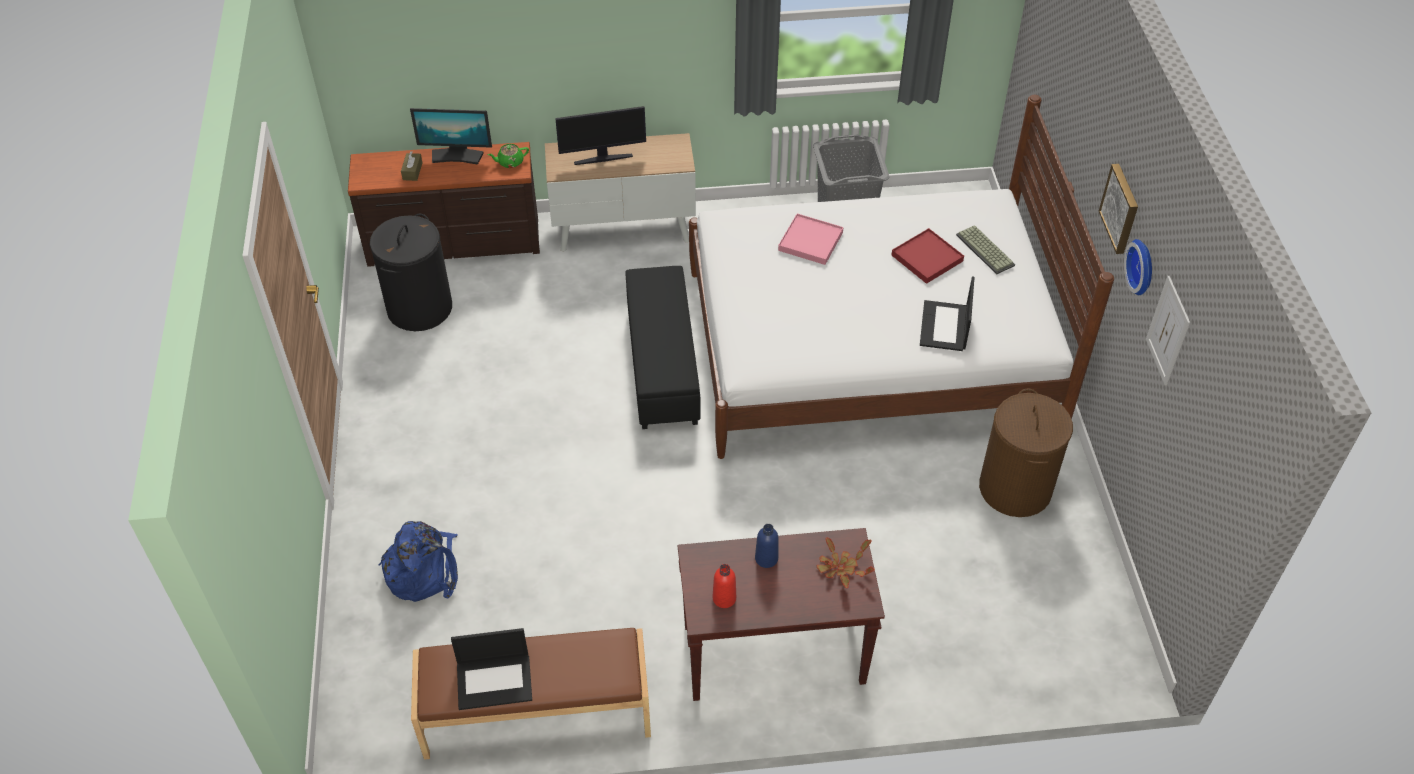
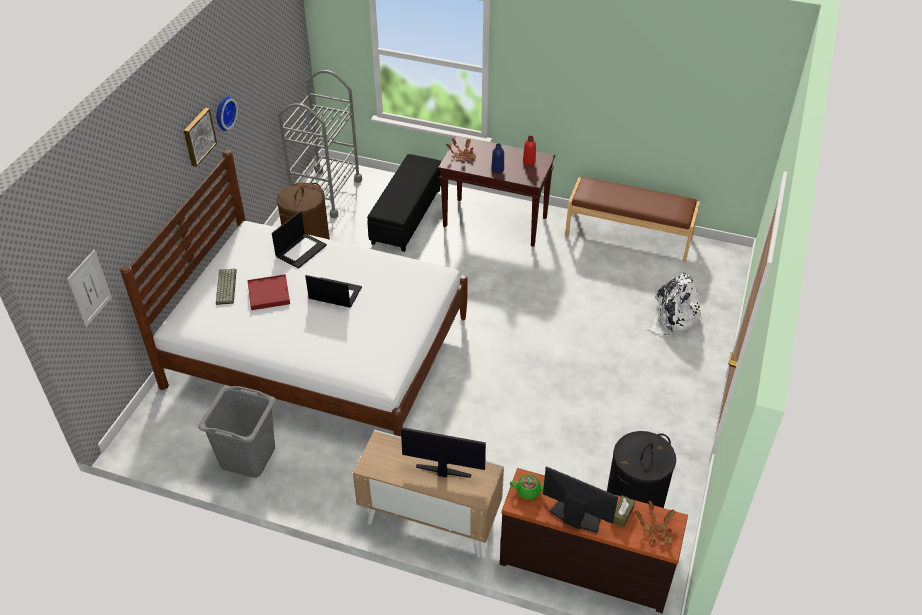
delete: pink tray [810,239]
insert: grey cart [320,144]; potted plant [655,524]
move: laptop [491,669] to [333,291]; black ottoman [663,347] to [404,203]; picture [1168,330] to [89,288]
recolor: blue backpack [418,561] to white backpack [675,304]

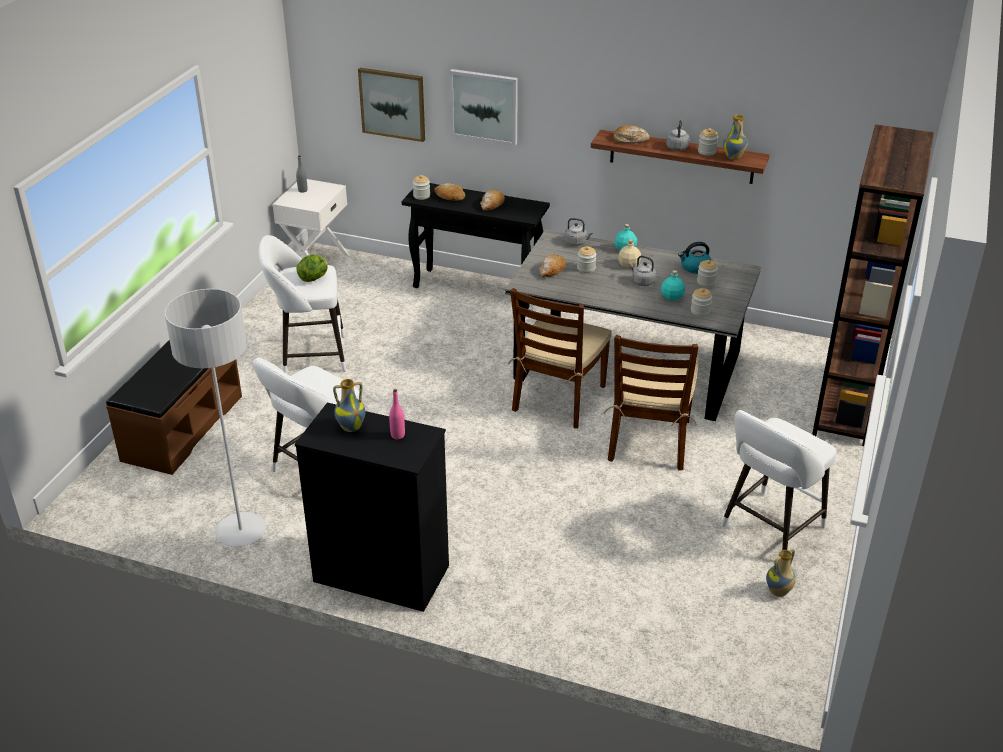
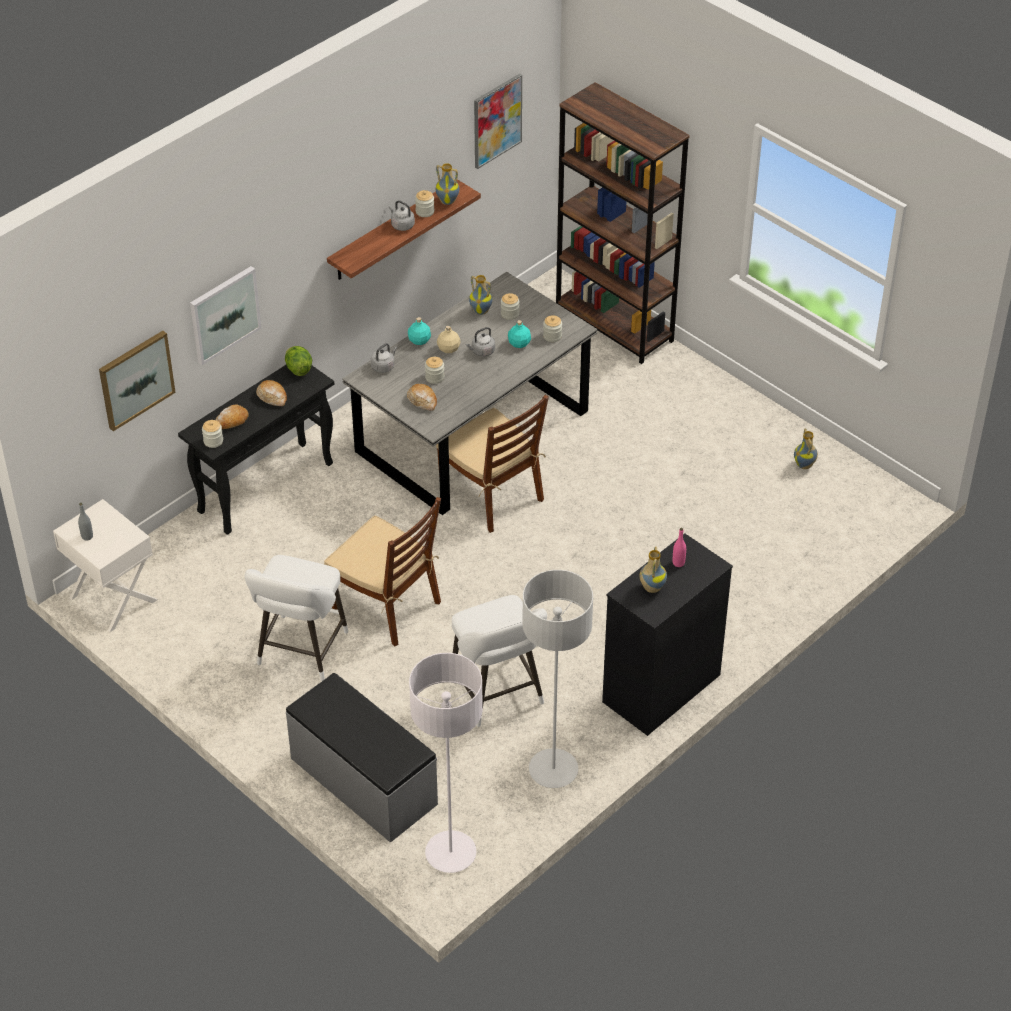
delete: bread [631,134]; white stool [779,480]
insert: white floor lamp [446,763]; picture [498,121]
move: lettuce [312,268] to [298,361]; brown chair [651,402] to [382,572]
replace: kettle [695,258] to vase [481,295]
recolor: brown bench [174,407] to grey bench [362,758]

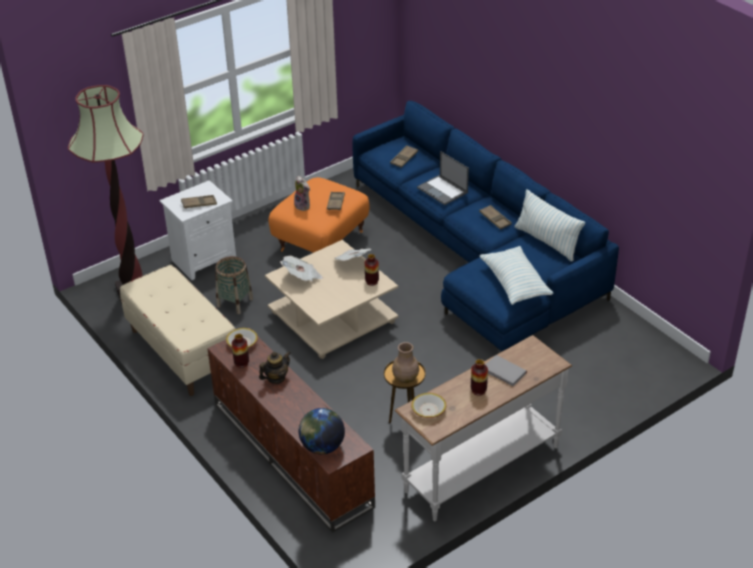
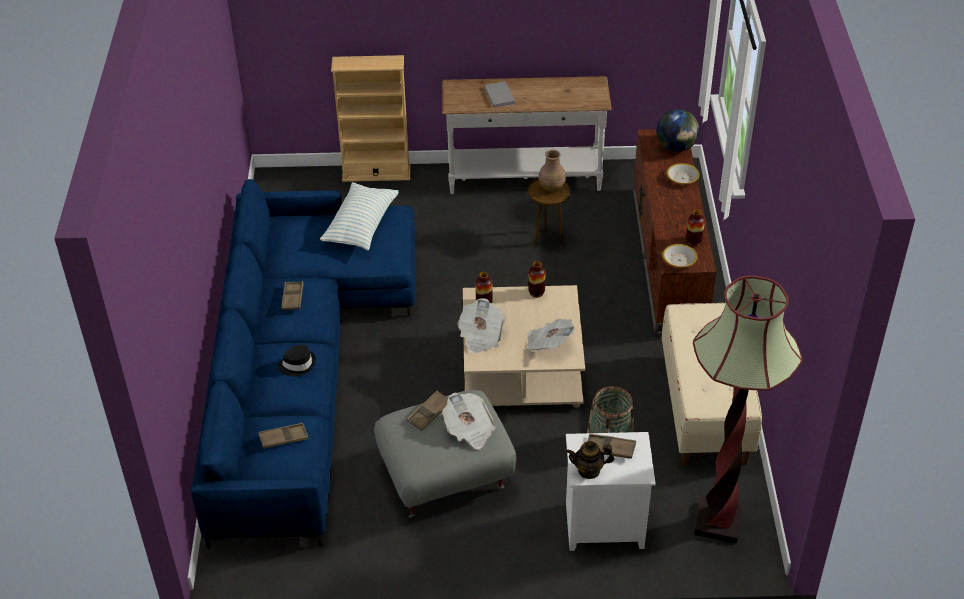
delete: pillow [550,225]
insert: beige bookcase [371,118]
move: teapot [275,368] to [590,460]; bowl [428,405] to [683,174]; vase [479,377] to [537,279]
replace: plush toy [301,193] to newspaper [469,421]; laptop [443,178] to black hat [297,361]
recolor: orange ottoman [319,215] to grey ottoman [445,454]

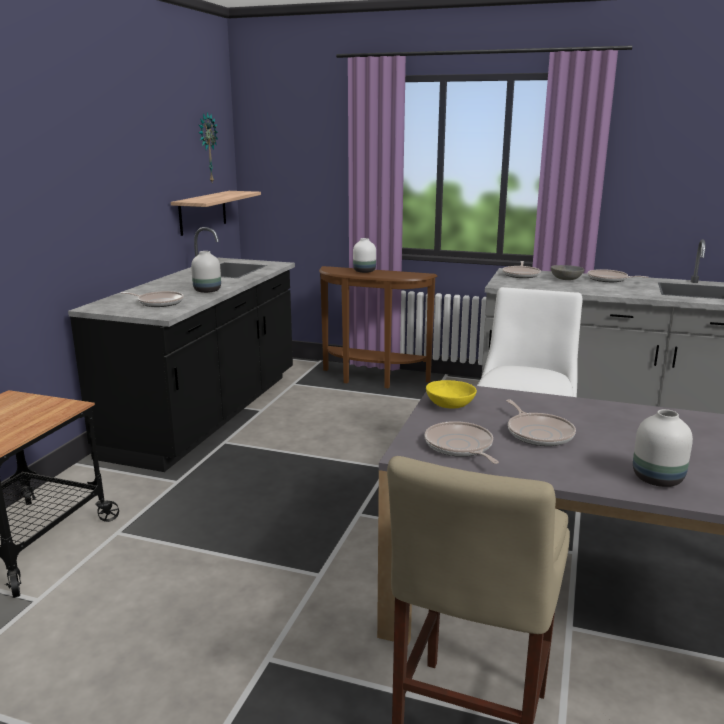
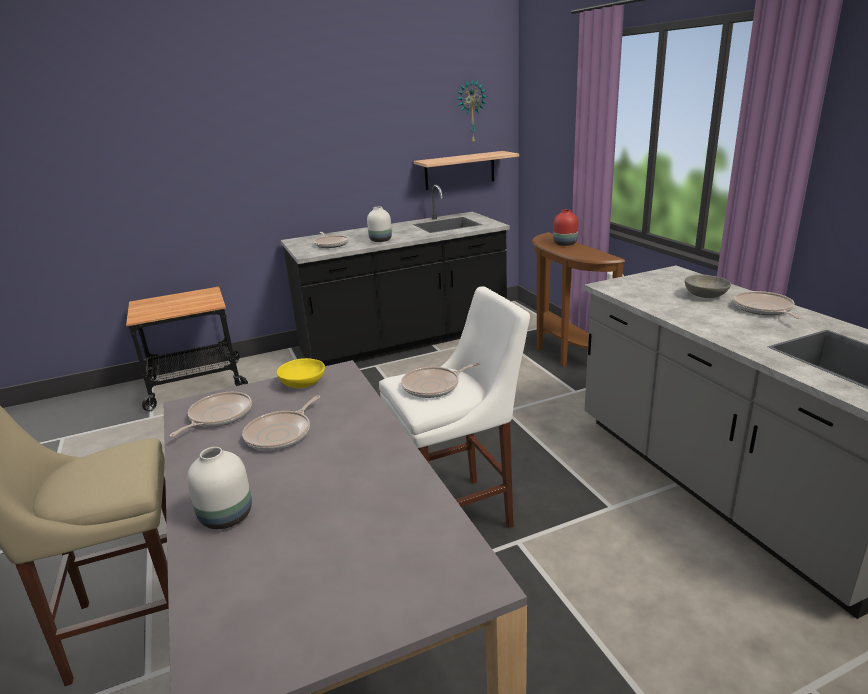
move: frying pan [521,269] to [440,380]
recolor: white vase [364,255] to red vase [565,227]

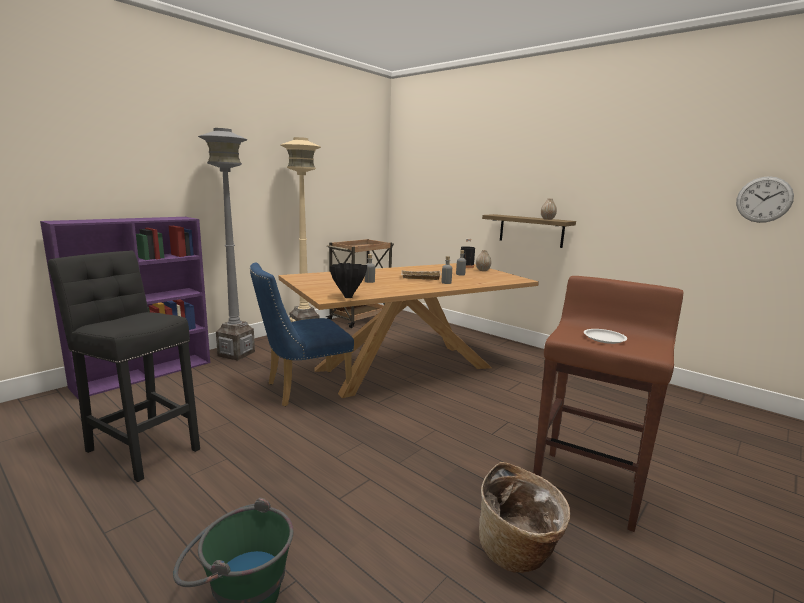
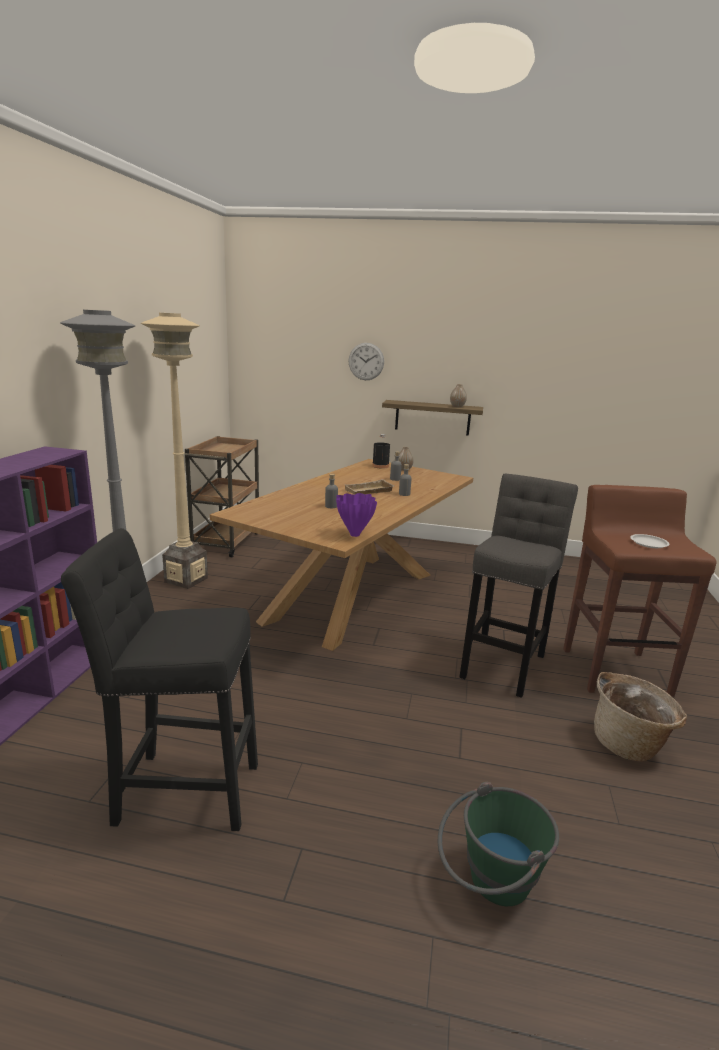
delete: blue chair [302,334]
insert: grey stool [519,585]
move: wall clock [765,199] to [366,361]
recolor: black vase [348,280] to purple vase [356,515]

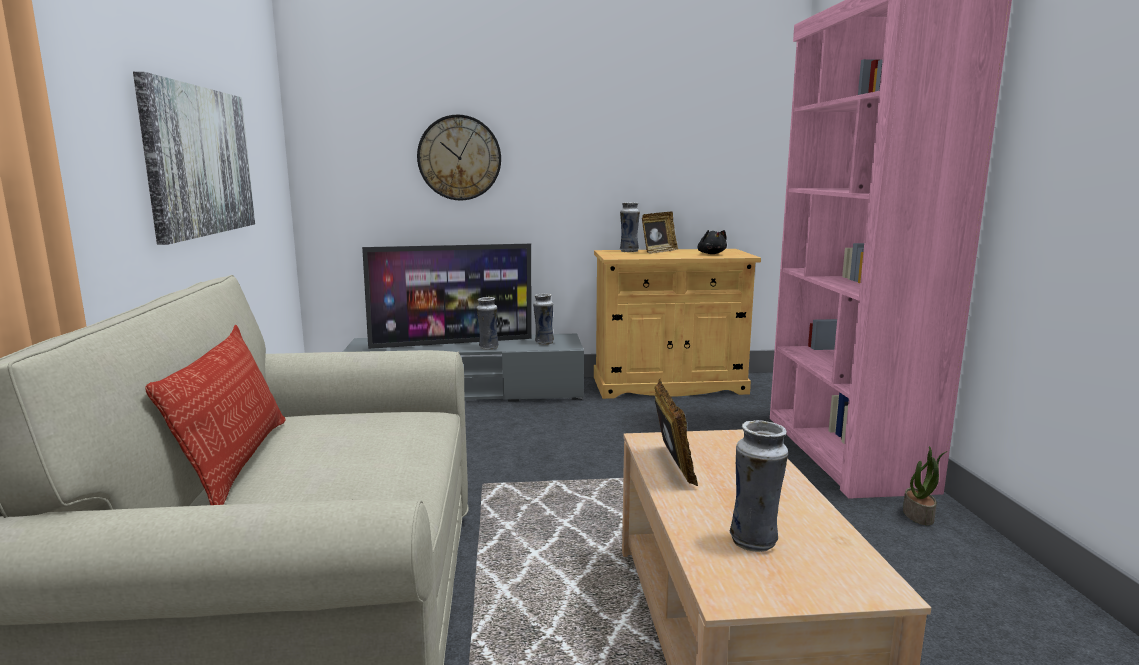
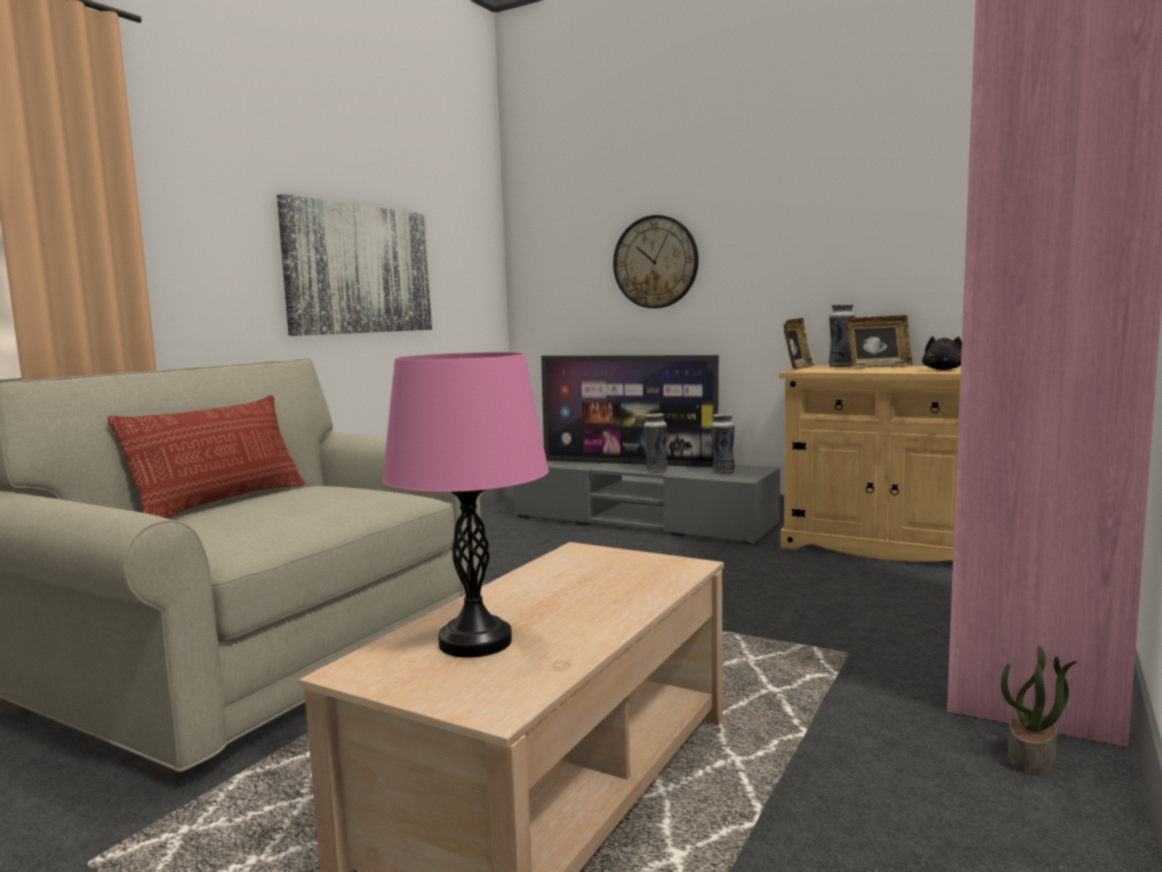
move: picture frame [676,432] to [798,344]
replace: vase [759,486] to pink table lamp [465,505]

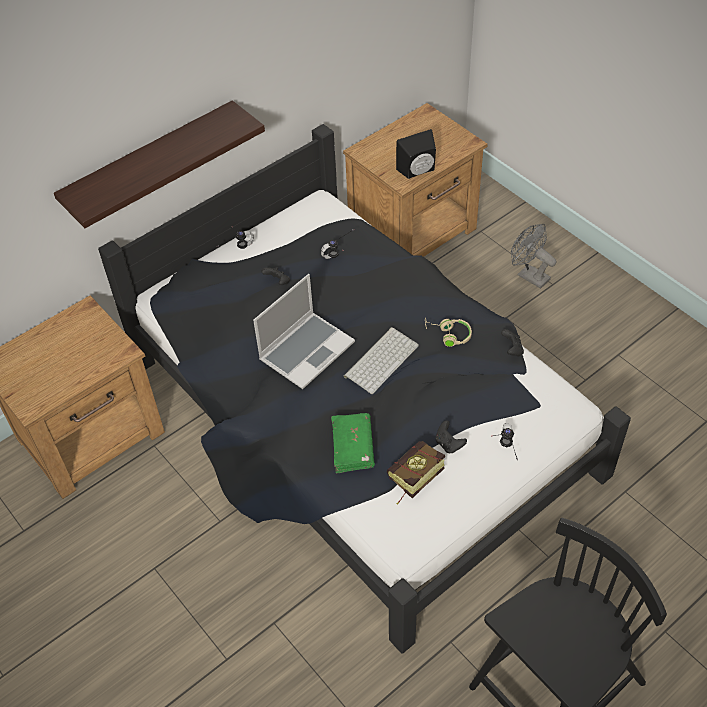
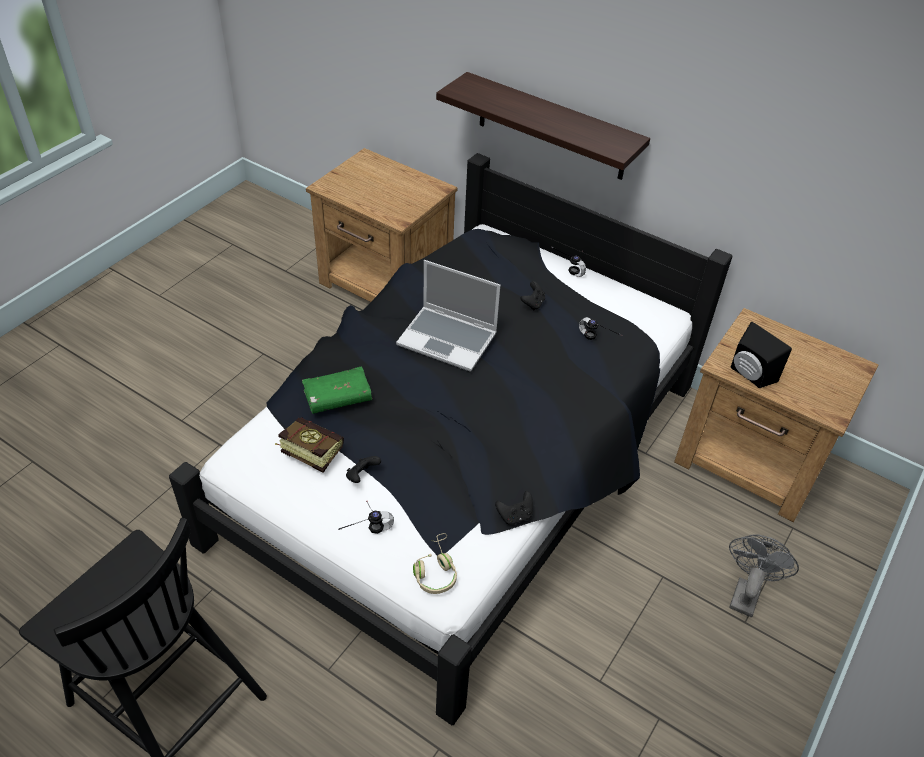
delete: keyboard [381,360]
move: beige headphones [448,332] to [435,563]

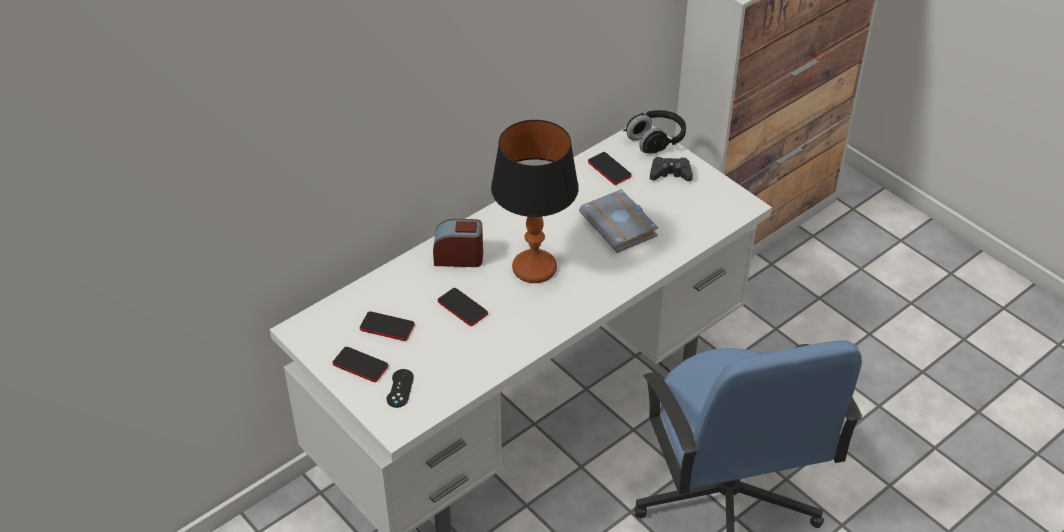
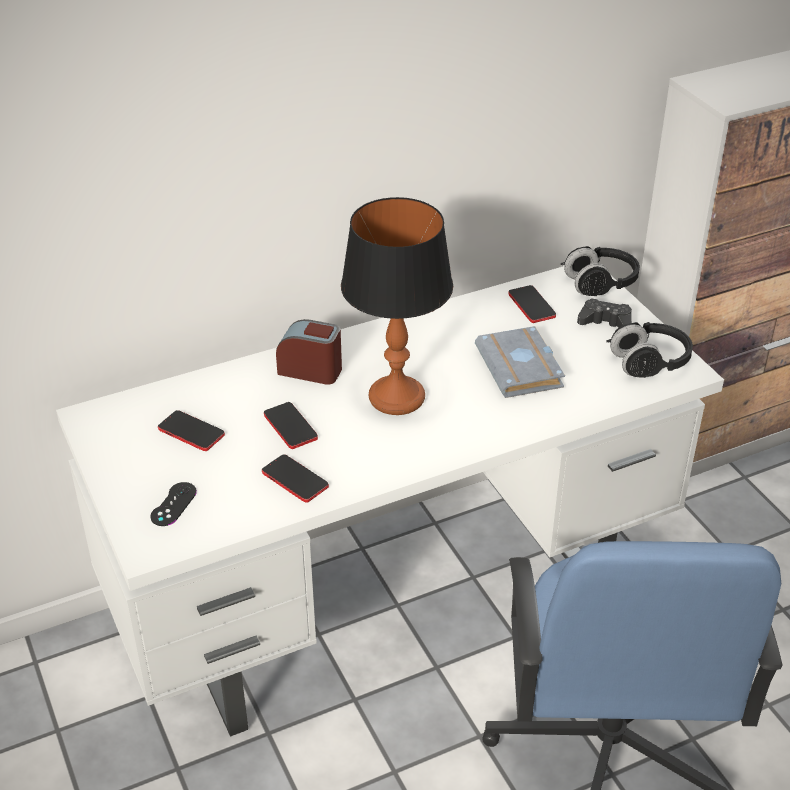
insert: black headphones [649,350]
move: phone [360,364] to [295,478]

